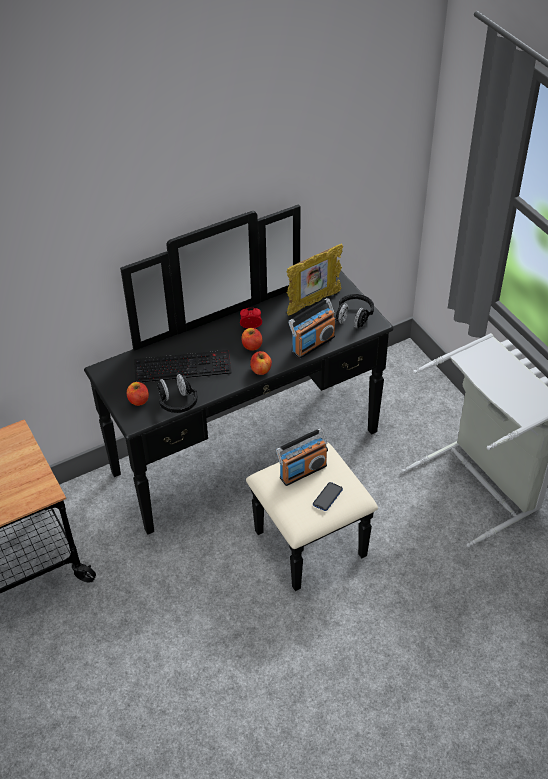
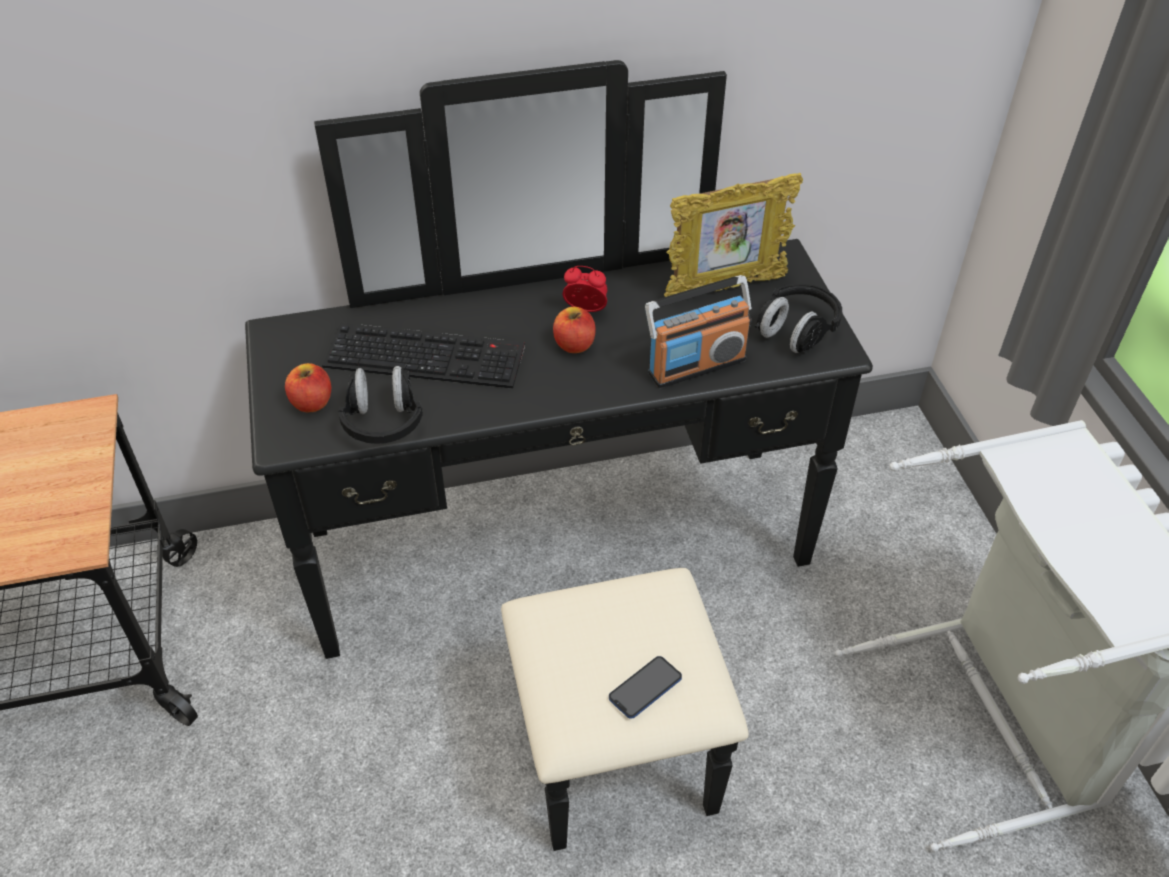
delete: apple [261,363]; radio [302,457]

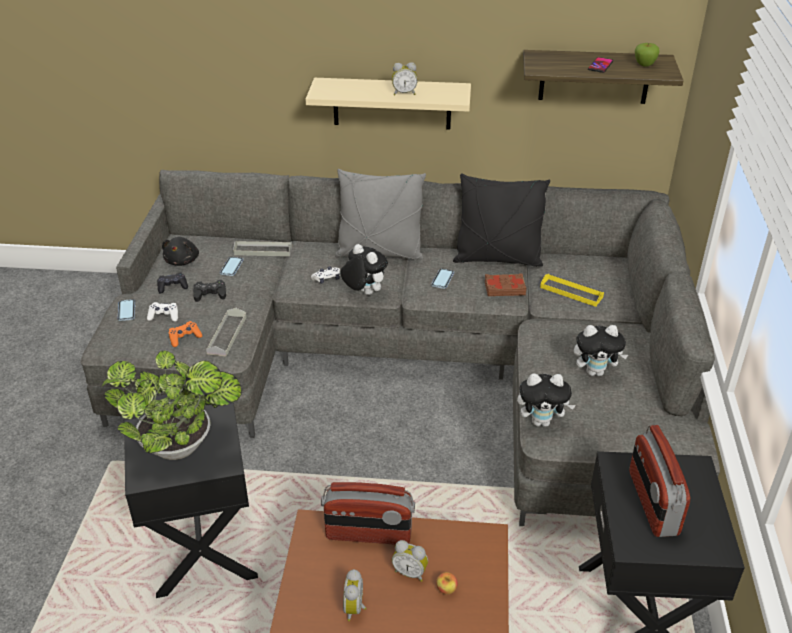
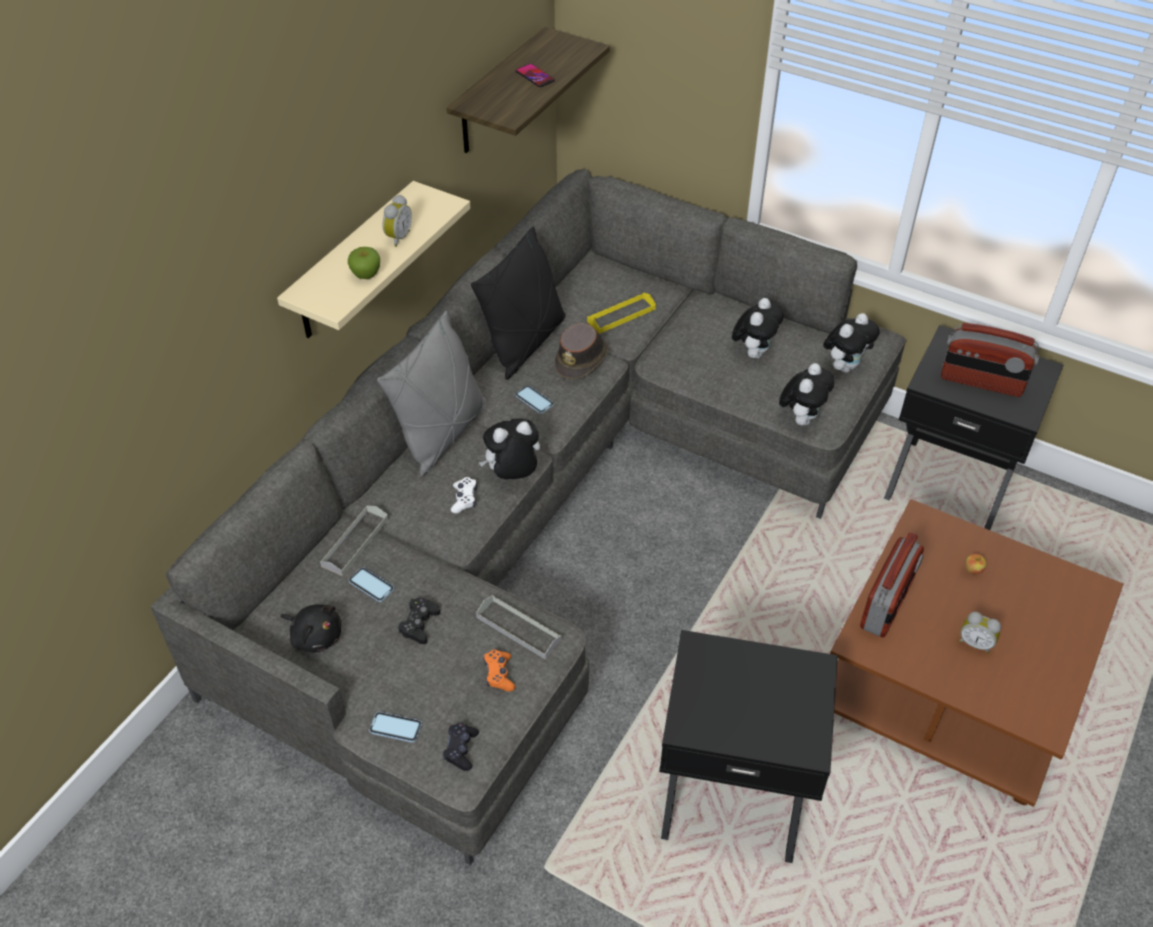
delete: potted plant [171,405]; white game controller [162,312]; alarm clock [410,561]
insert: plush toy [851,343]
move: black game controller [172,283] to [461,747]; apple [647,55] to [364,263]
replace: brown book [505,284] to brown hat [582,351]

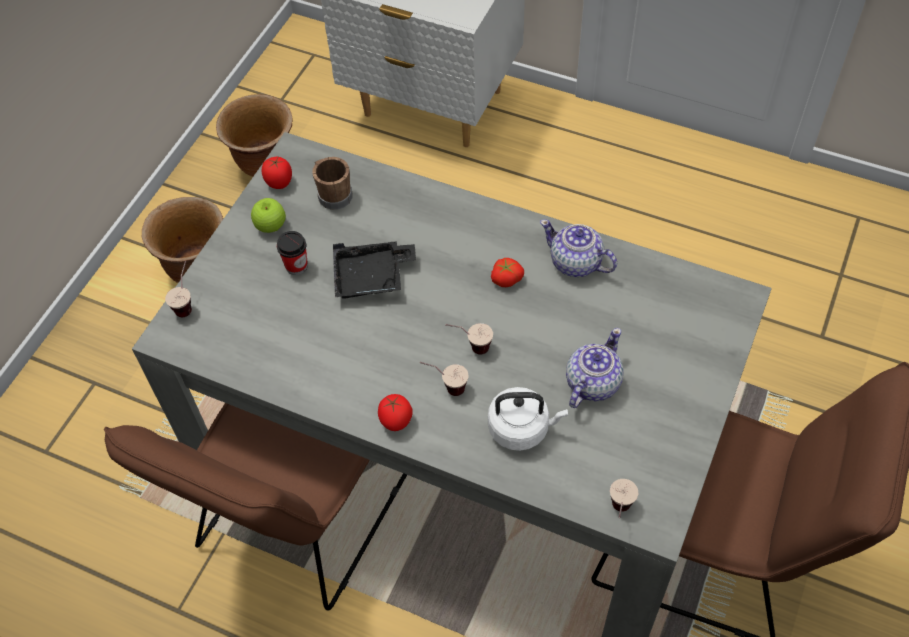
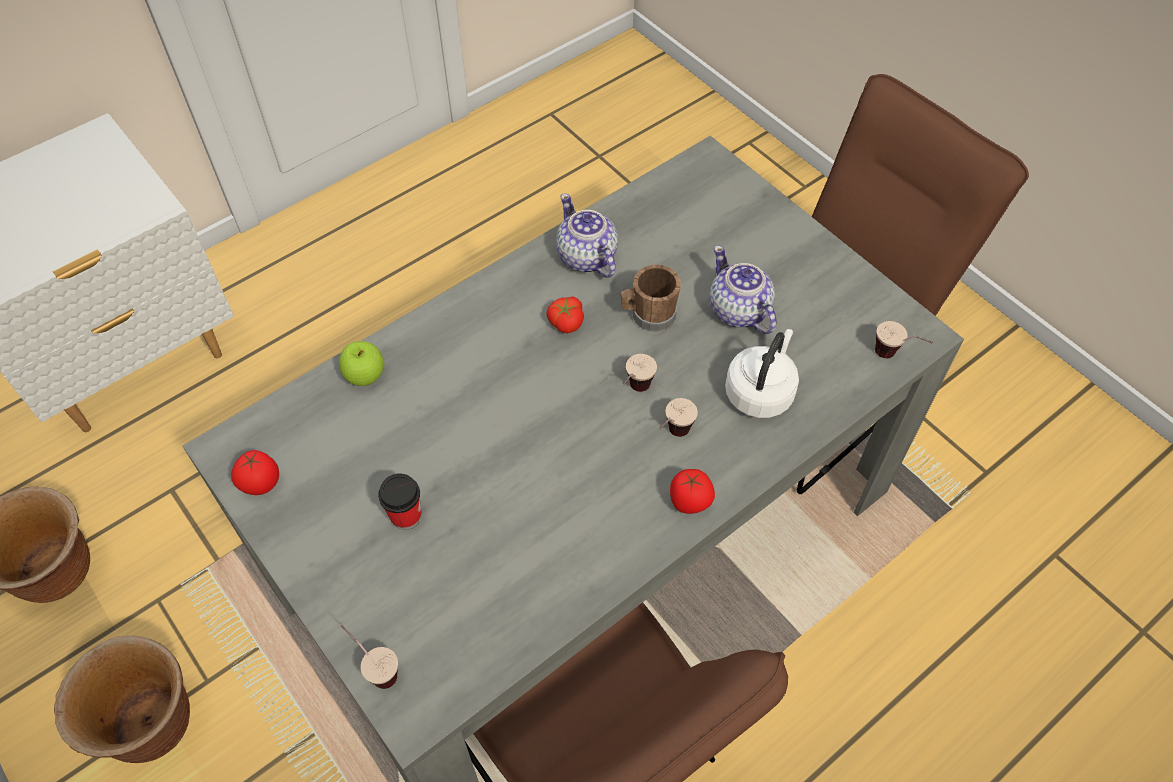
delete: black tray [374,269]
move: apple [268,215] to [361,363]; brown mug [332,183] to [651,298]
rotate: teapot [578,248] = [587,236] 90 degrees clockwise

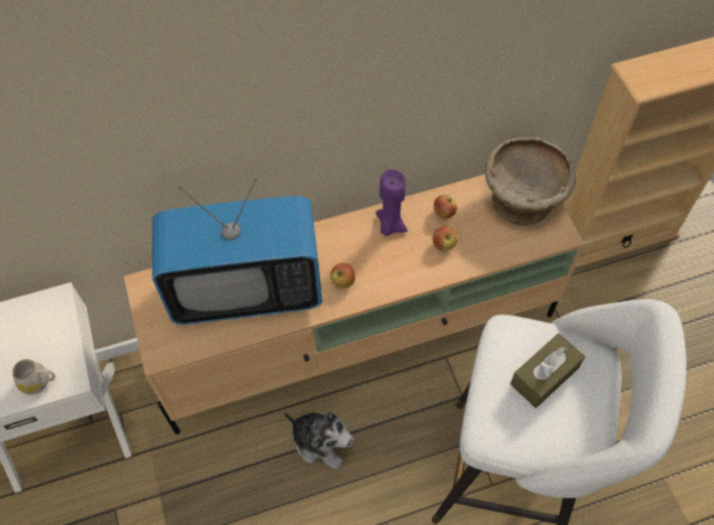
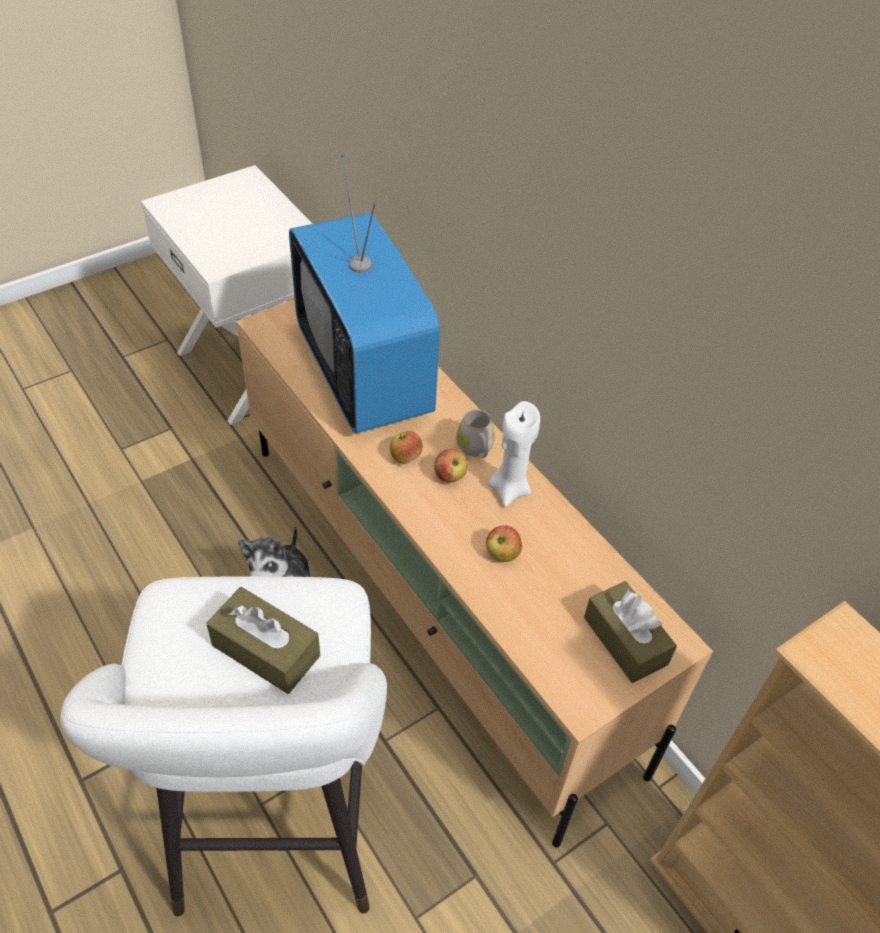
move: white mug [33,377] to [475,433]; apple [445,207] to [451,466]
replace: beige bowl [530,182] to brown tissue box [630,632]
recolor: purple candle [392,202] to white candle [514,454]

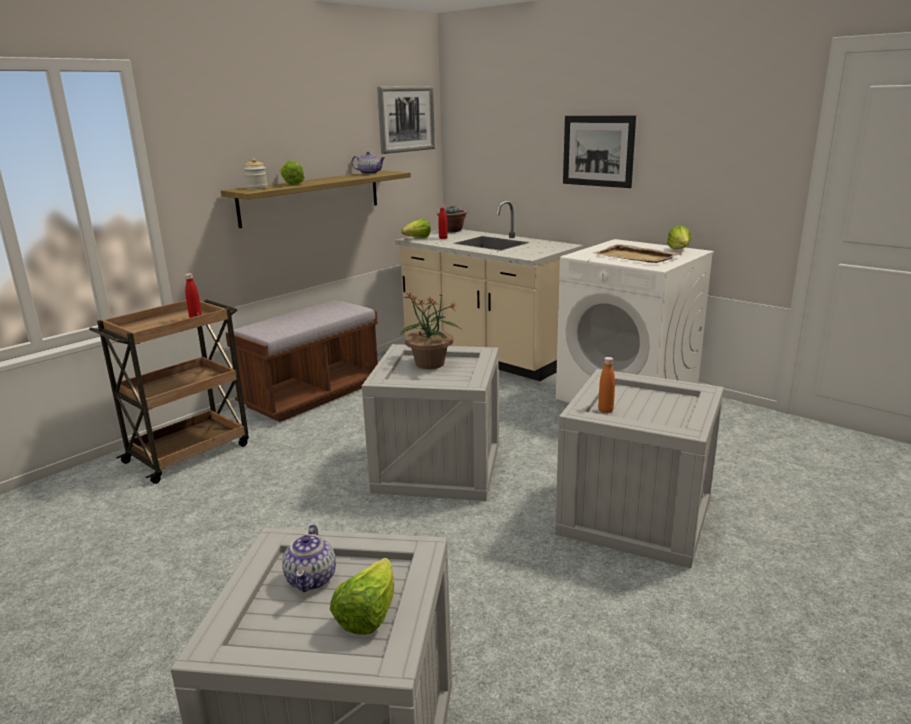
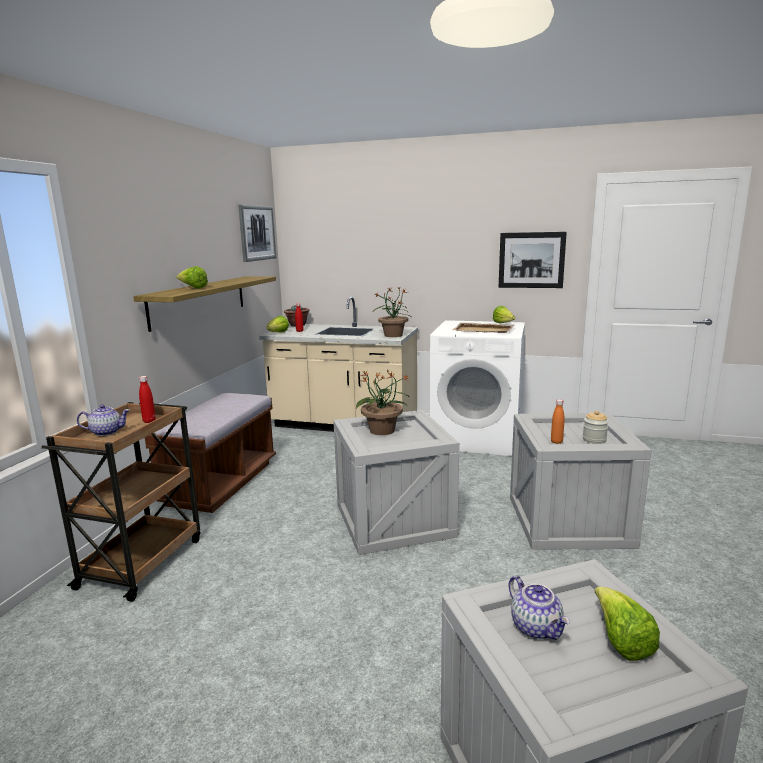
insert: potted plant [392,312]
move: jar [256,173] to [596,427]; teapot [368,163] to [103,420]; picture [599,152] to [533,260]

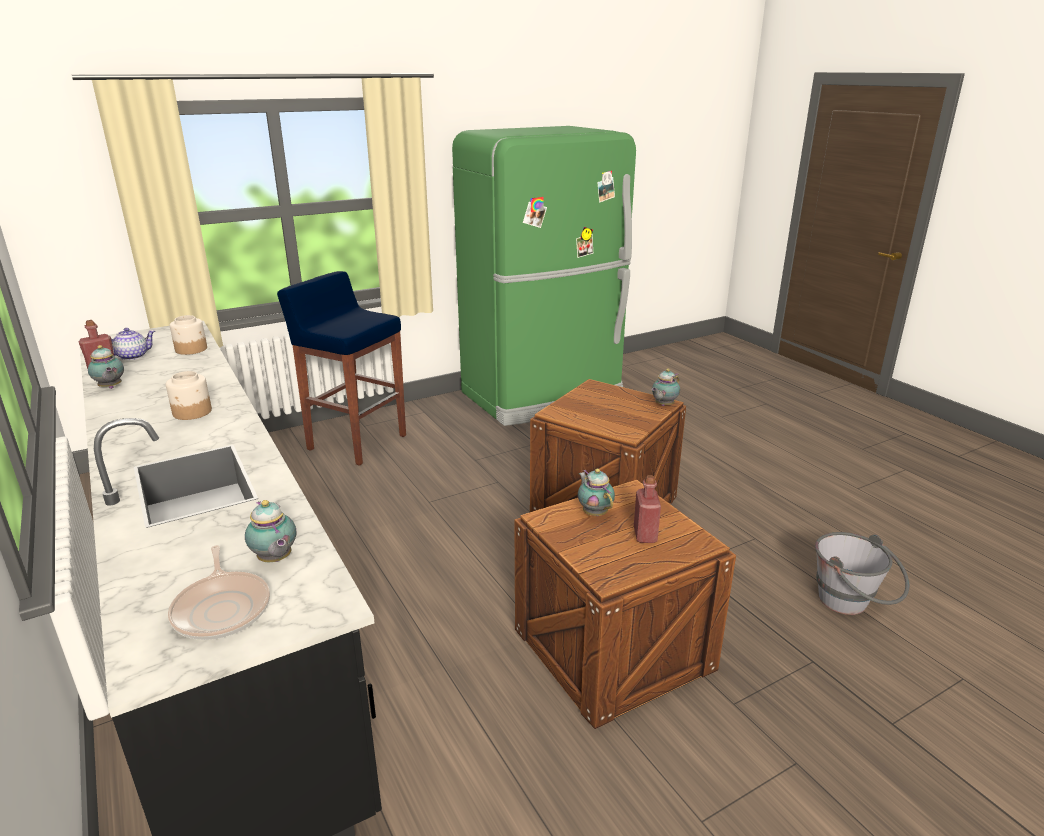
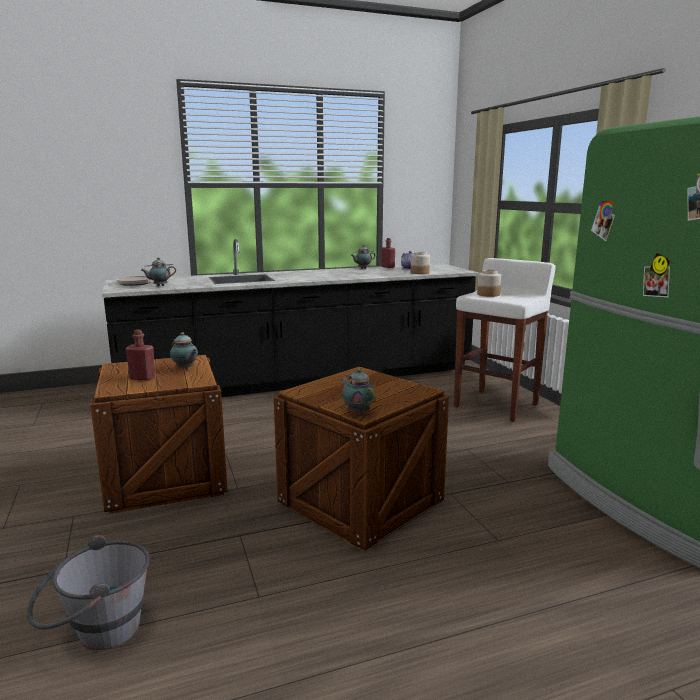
move: jar [189,395] to [489,283]
recolor: blue stool [341,368] to white stool [505,340]
rotate: teapot [596,492] = [184,351] 60 degrees clockwise

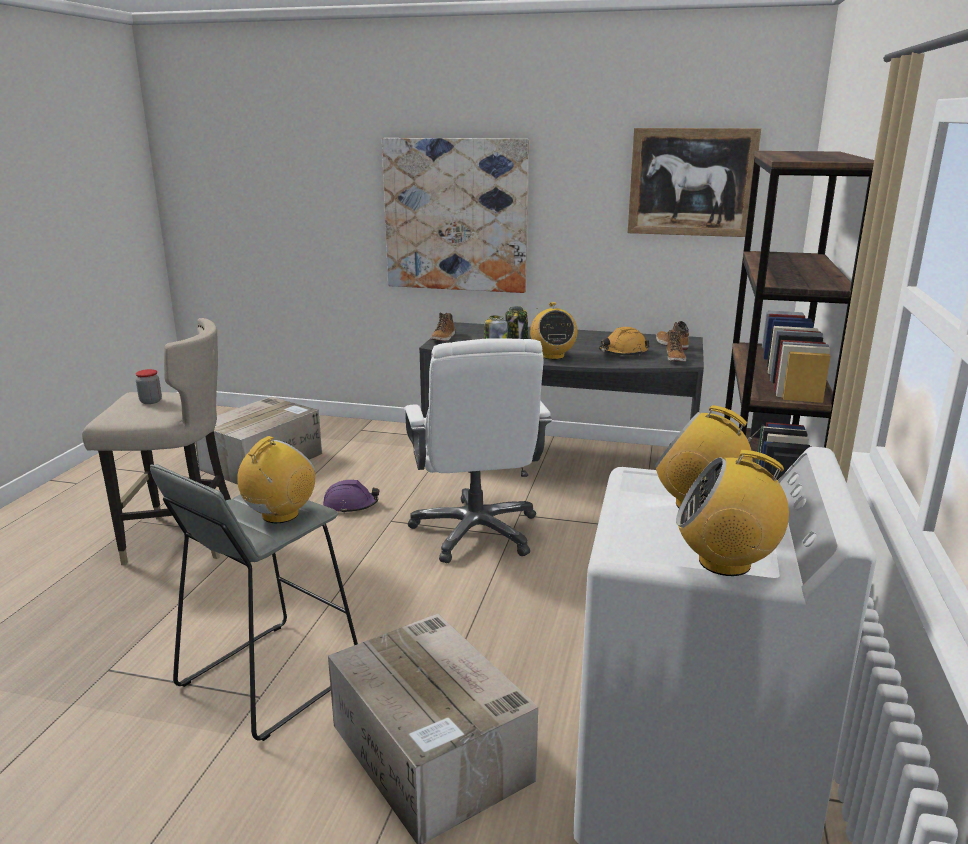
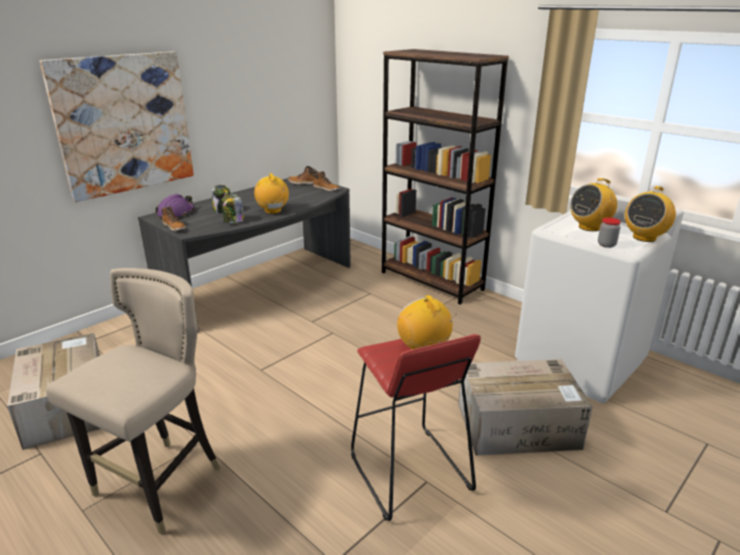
delete: white office chair [478,450]; orange hard hat [624,341]; picture [694,182]
move: jar [148,386] to [609,233]; purple hard hat [351,497] to [175,206]
recolor: grey stool [254,602] to red stool [416,427]
rotate: radio [553,331] = [271,193] 135 degrees counterclockwise

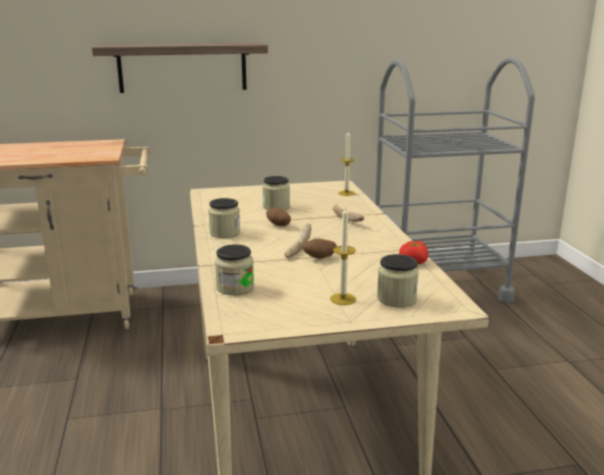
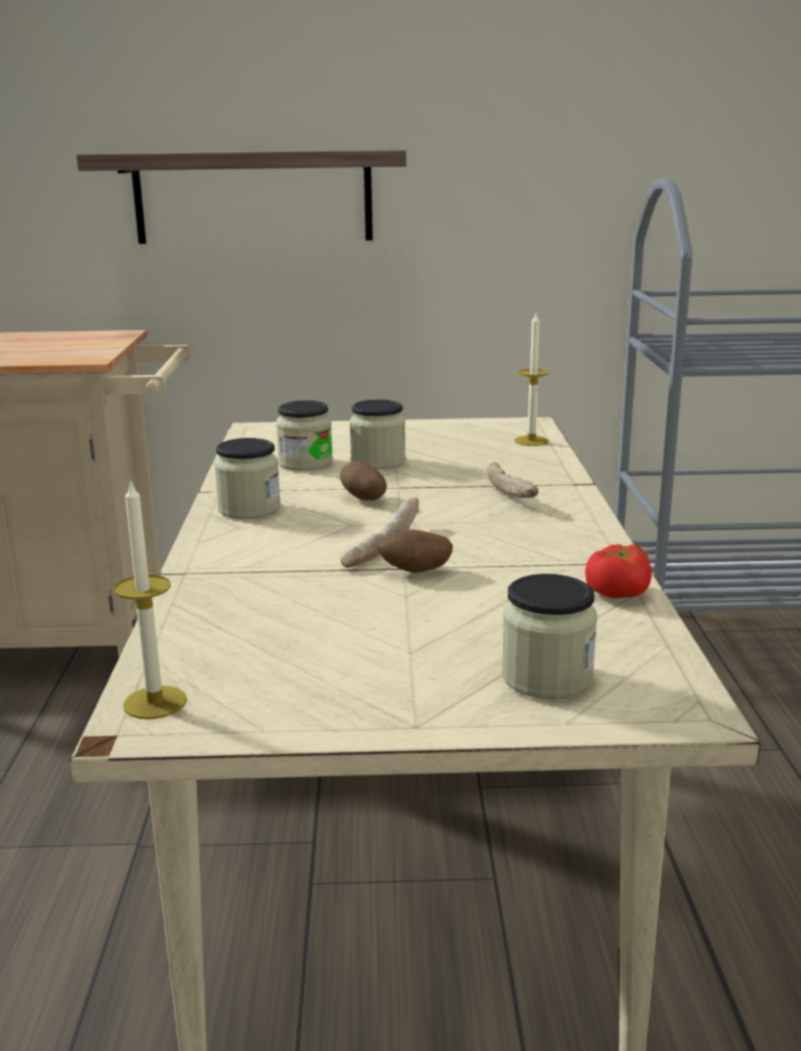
move: jar [234,269] to [304,435]; candle [343,255] to [150,599]

